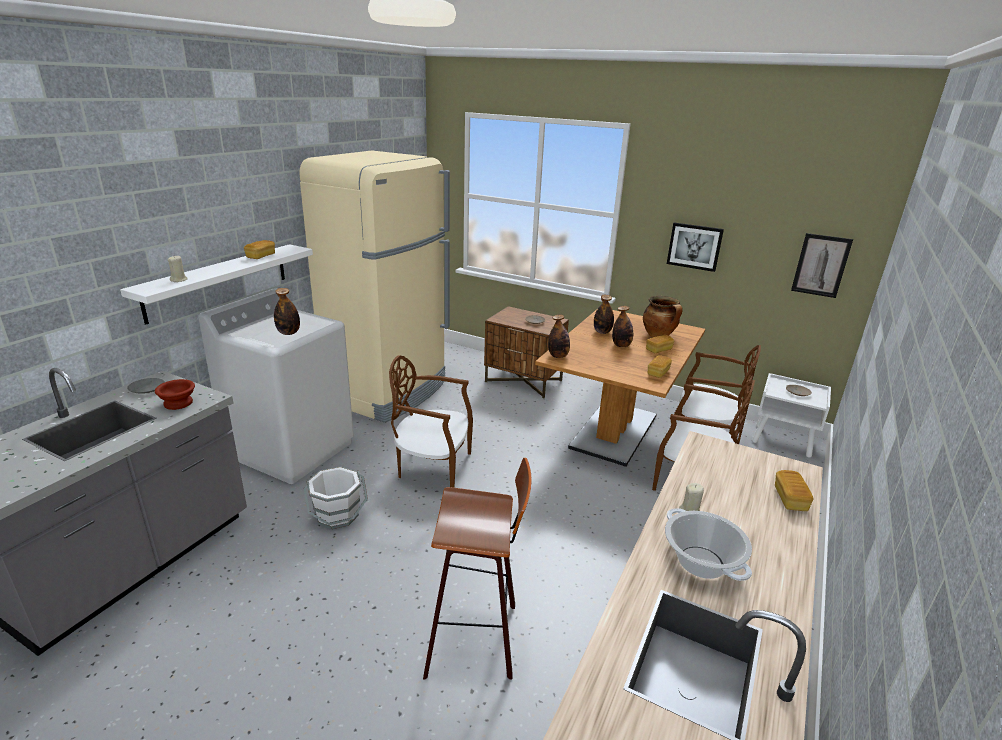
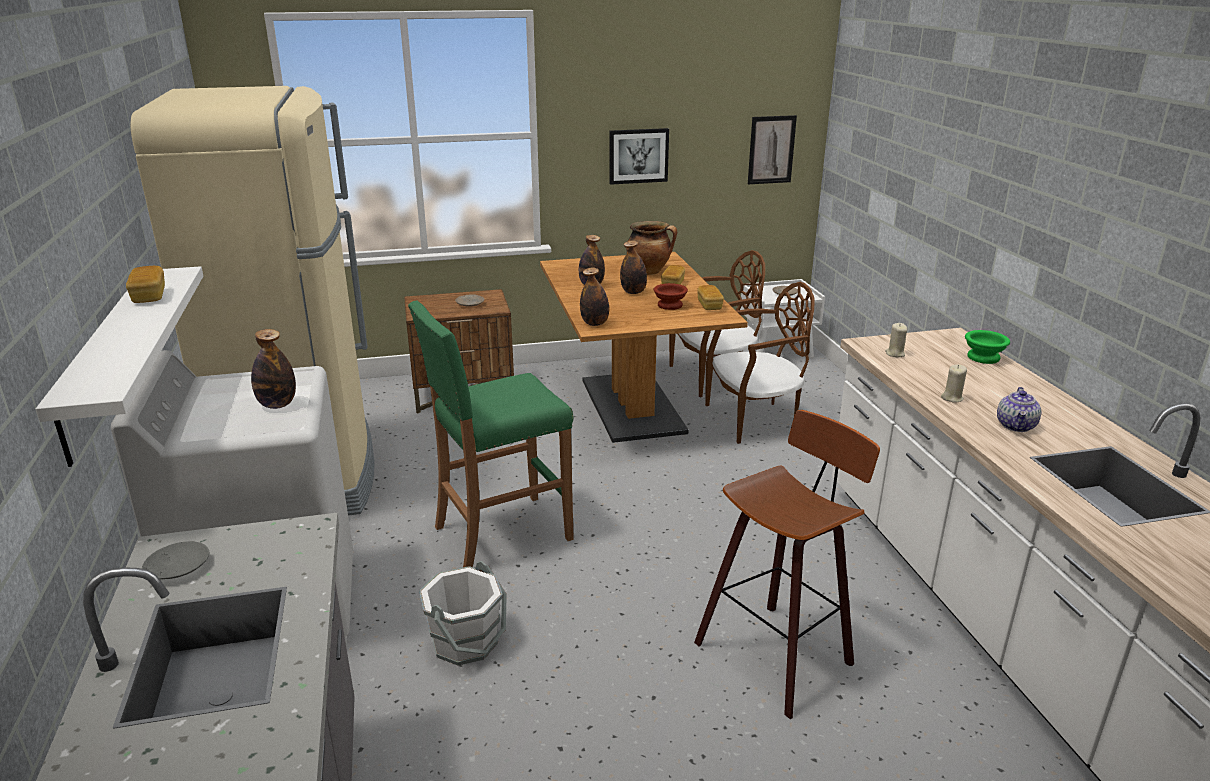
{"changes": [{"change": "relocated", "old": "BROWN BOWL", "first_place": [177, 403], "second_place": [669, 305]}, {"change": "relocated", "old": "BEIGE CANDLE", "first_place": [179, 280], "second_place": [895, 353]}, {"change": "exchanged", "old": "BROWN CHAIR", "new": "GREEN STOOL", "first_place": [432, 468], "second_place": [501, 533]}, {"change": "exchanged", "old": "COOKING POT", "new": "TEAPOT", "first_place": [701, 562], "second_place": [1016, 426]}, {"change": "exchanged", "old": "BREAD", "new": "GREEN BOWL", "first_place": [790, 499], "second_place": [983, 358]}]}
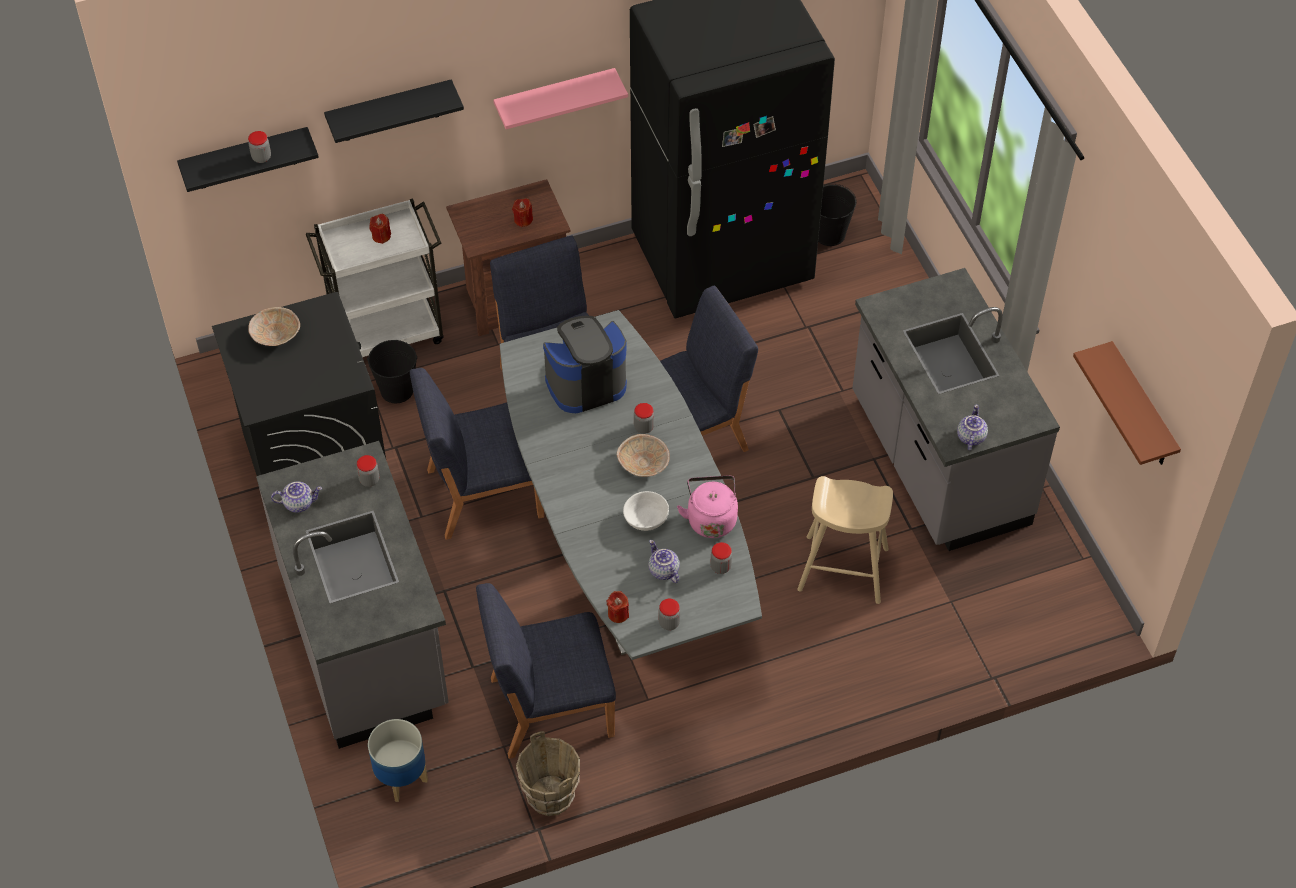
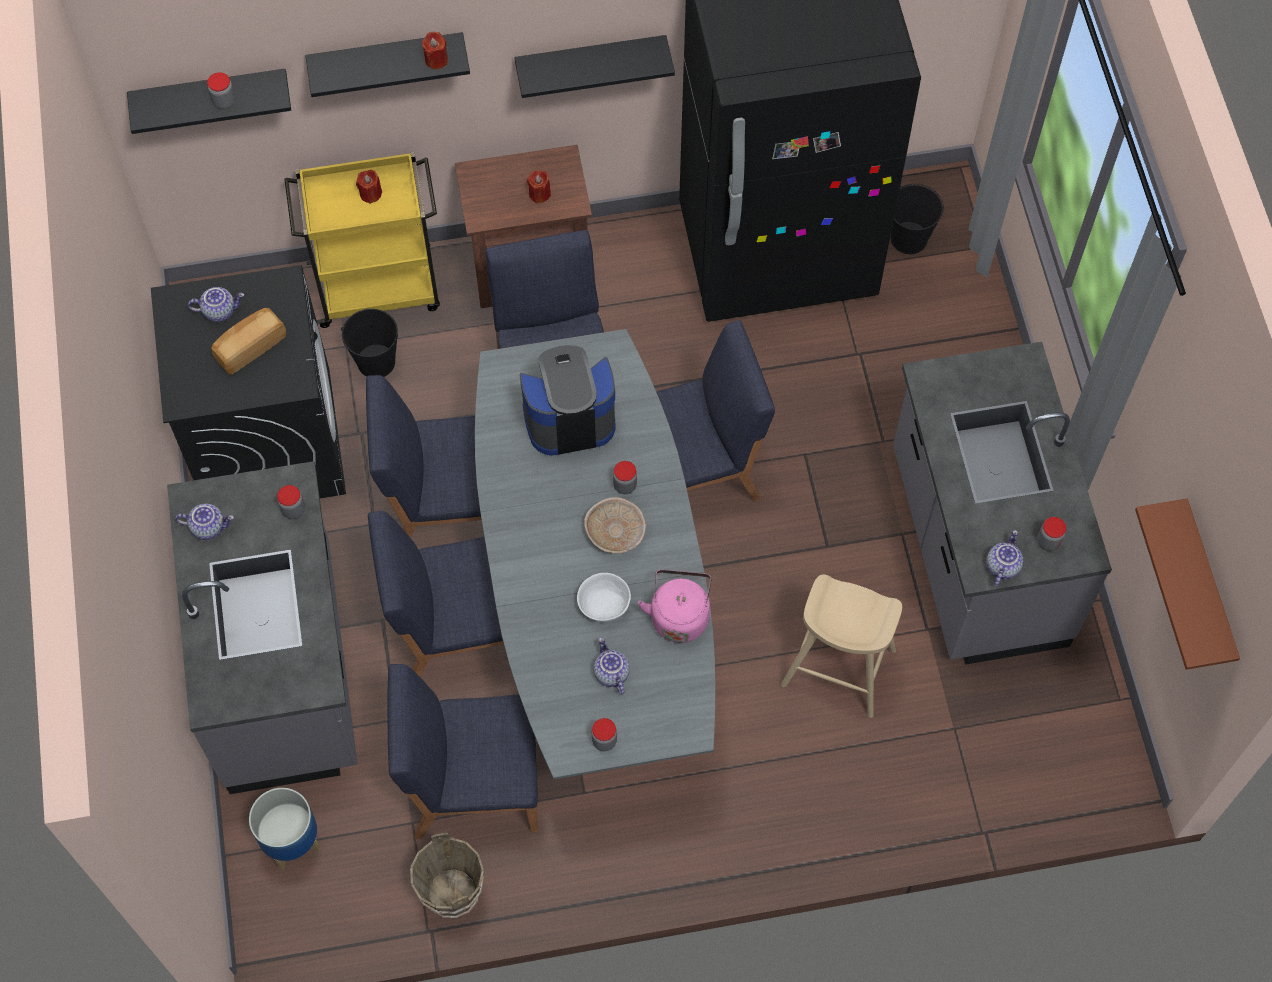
{"changes": [{"change": "exchanged", "old": "BEIGE BOWL", "new": "TEAPOT", "first_place": [275, 335], "second_place": [219, 310]}, {"change": "colour", "old": "WHITE CART", "new": "YELLOW CART", "first_place": [387, 332], "second_place": [379, 287]}, {"change": "colour", "old": "PINK SHELF", "new": "BLACK SHELF", "first_place": [555, 99], "second_place": [591, 62]}, {"change": "relocated", "old": "RED CANDLE", "first_place": [618, 614], "second_place": [436, 60]}, {"change": "relocated", "old": "JAR", "first_place": [720, 567], "second_place": [1048, 541]}, {"change": "appeared", "new": "BREAD", "second_place": [250, 347]}, {"change": "appeared", "new": "BLUE CHAIR", "second_place": [457, 630]}]}
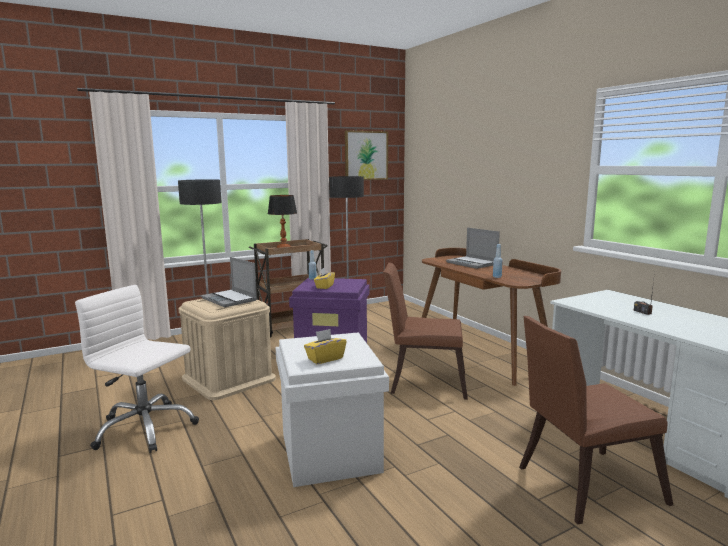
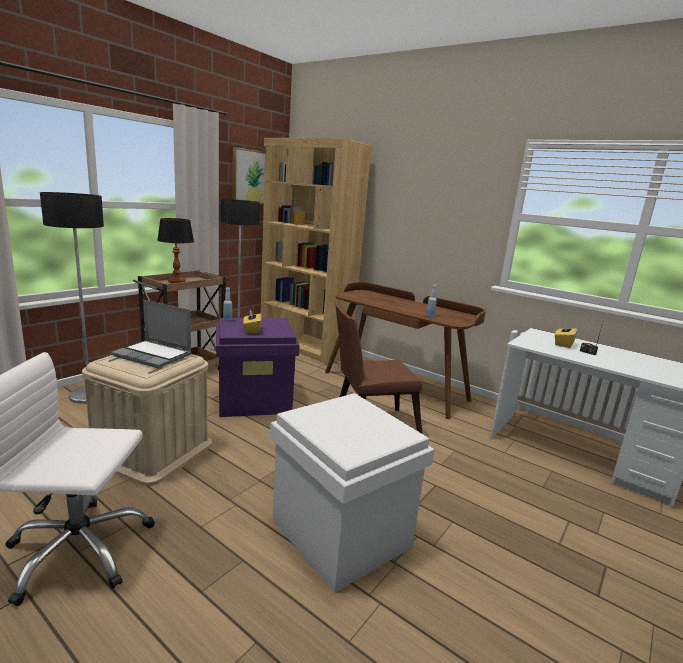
{"changes": [{"change": "relocated", "old": "YELLOW TISSUE BOX", "first_place": [325, 358], "second_place": [563, 344]}, {"change": "missing", "old": "LAPTOP", "first_place": [473, 263]}, {"change": "missing", "old": "BROWN CHAIR", "first_place": [581, 485]}, {"change": "appeared", "new": "BROWN BOOKCASE", "second_place": [304, 346]}]}
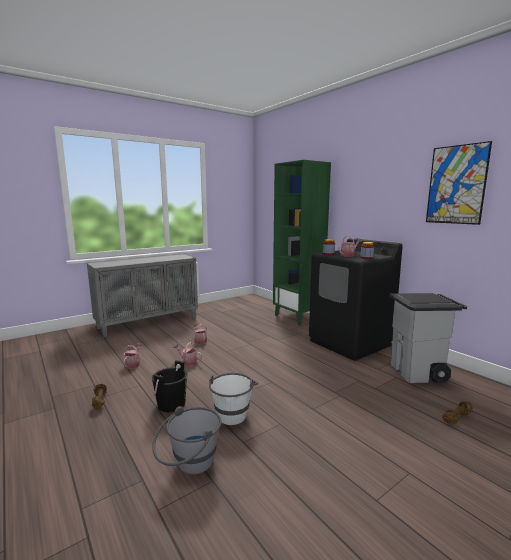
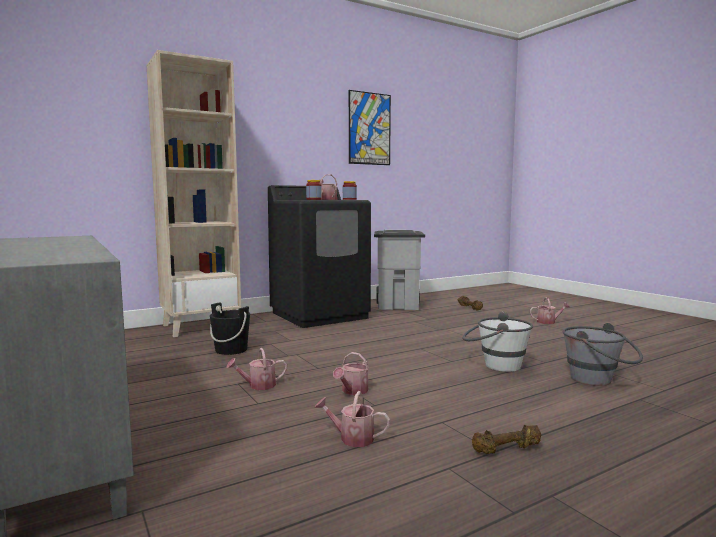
{"changes": [{"change": "relocated", "old": "BLACK BUCKET", "first_place": [171, 404], "second_place": [231, 350]}, {"change": "colour", "old": "GREEN BOOKCASE", "new": "BEIGE BOOKCASE", "first_place": [298, 317], "second_place": [201, 326]}, {"change": "appeared", "new": "WATERING CAN", "second_place": [548, 322]}]}
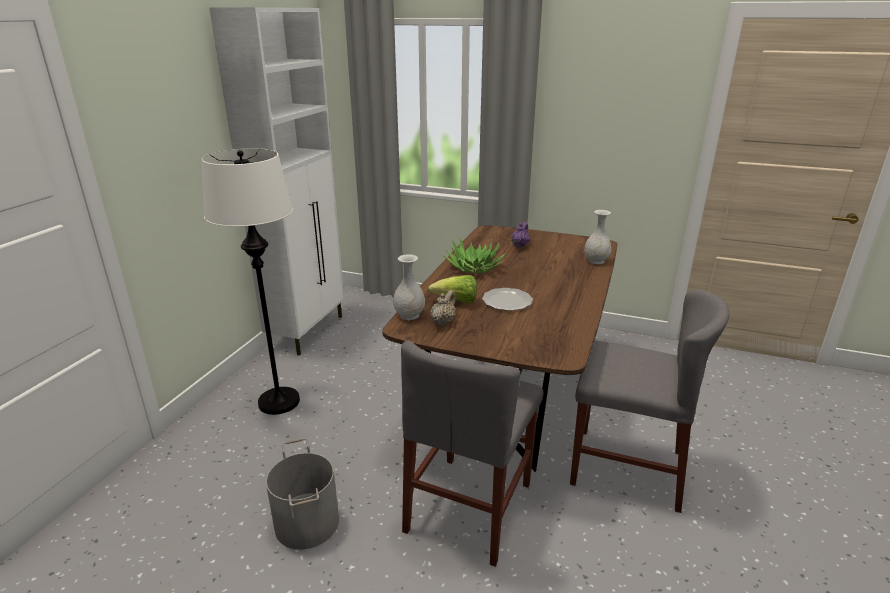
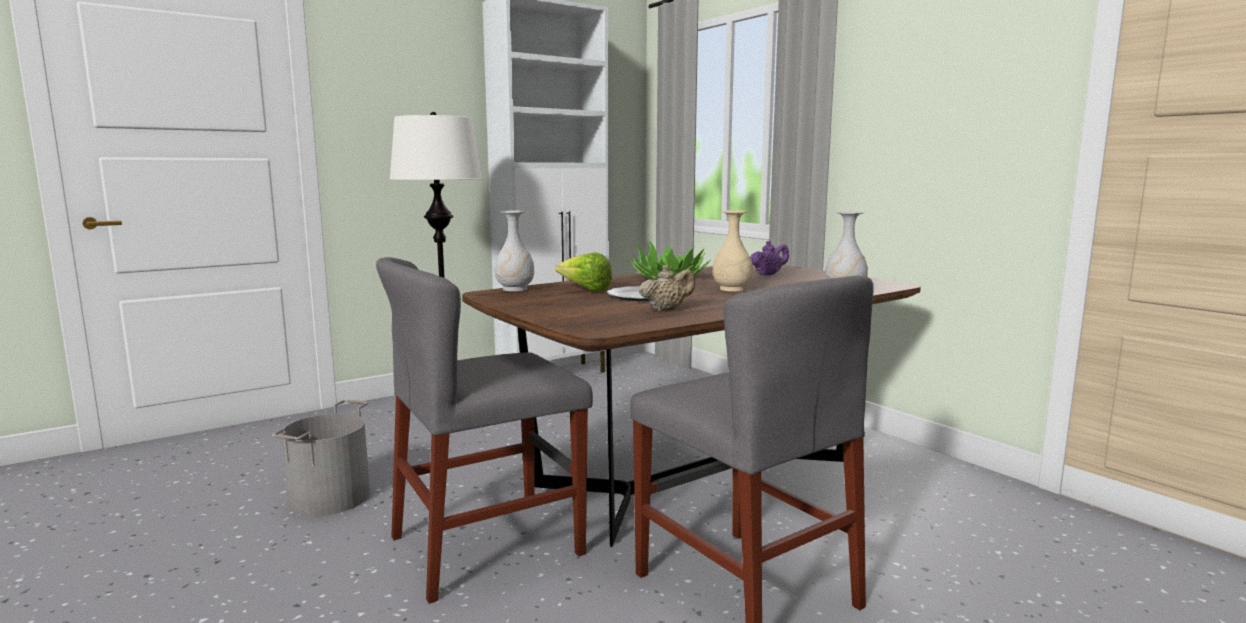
{"changes": [{"change": "relocated", "old": "BEIGE TEAPOT", "first_place": [443, 321], "second_place": [666, 309]}, {"change": "appeared", "new": "BEIGE VASE", "second_place": [731, 289]}]}
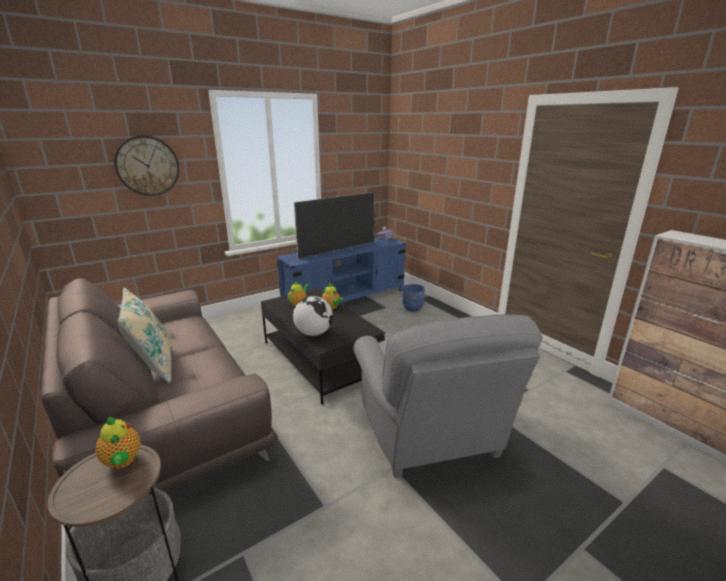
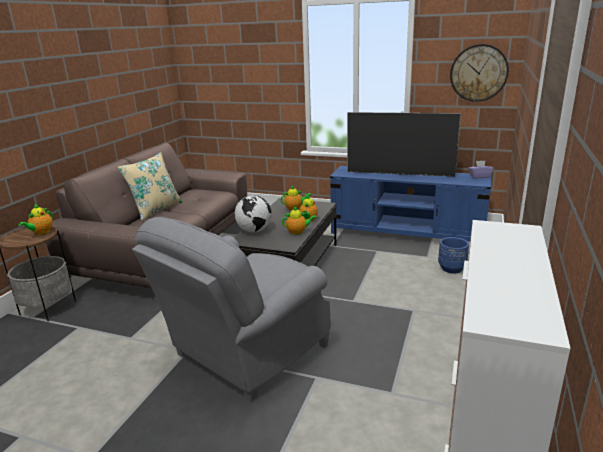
{"changes": [{"change": "relocated", "old": "WALL CLOCK", "first_place": [147, 166], "second_place": [478, 73]}, {"change": "appeared", "new": "TEAPOT", "second_place": [298, 232]}]}
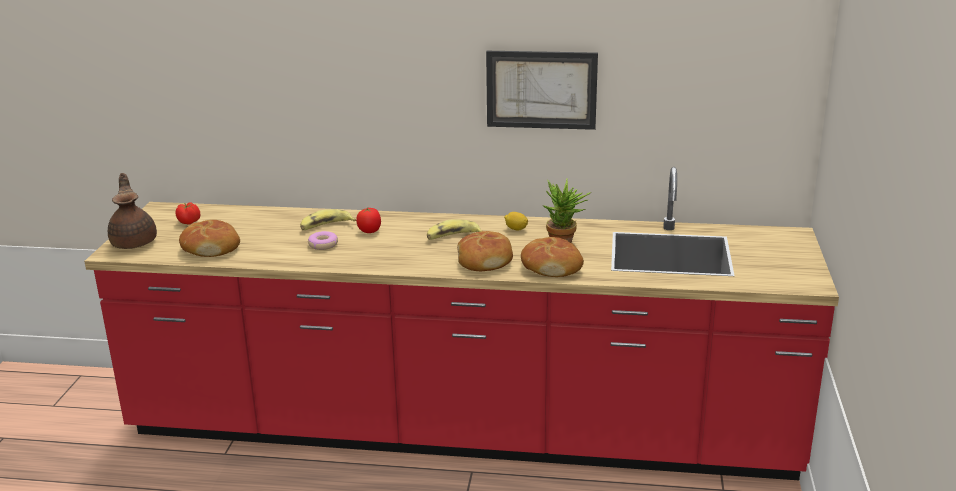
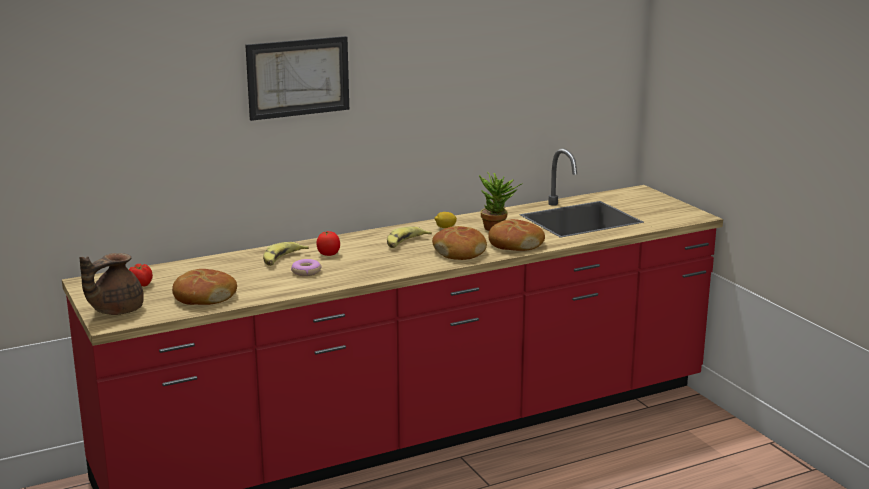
{"changes": [{"change": "spun", "old": "BROWN TEAPOT", "first_place": [134, 242], "second_place": [115, 310], "degrees": -90}, {"change": "relocated", "old": "PICTURE", "first_place": [541, 89], "second_place": [298, 77]}]}
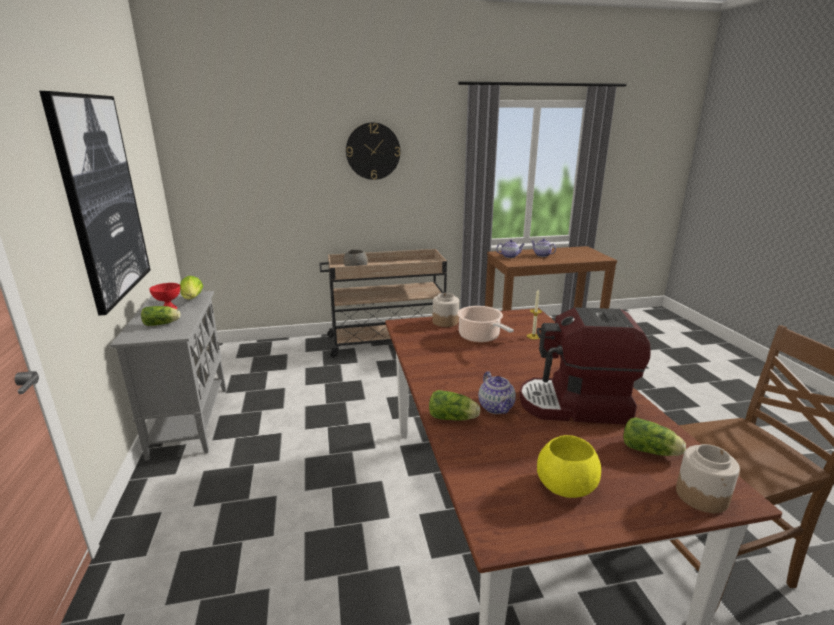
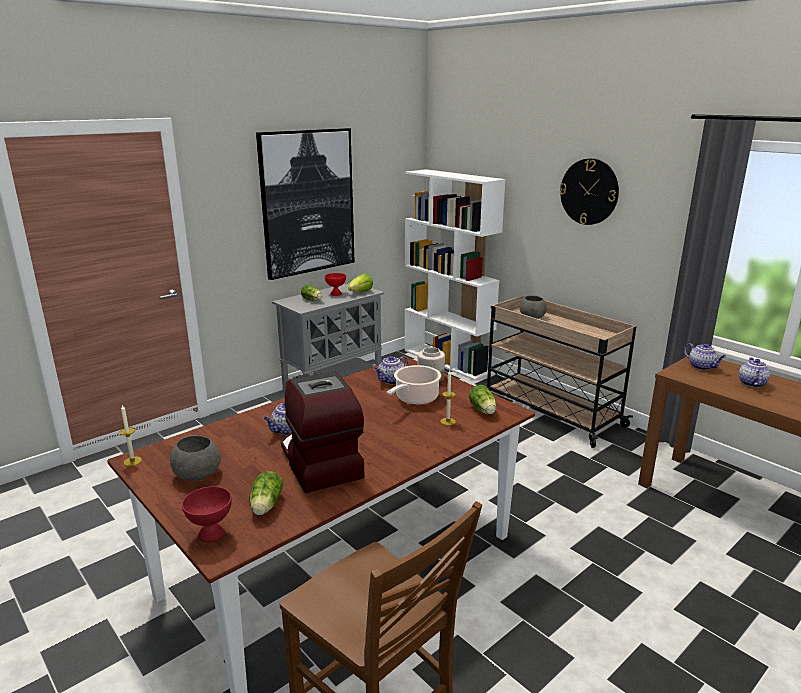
{"changes": [{"change": "relocated", "old": "LETTUCE", "first_place": [454, 418], "second_place": [483, 410]}, {"change": "colour", "old": "YELLOW BOWL", "new": "GREY BOWL", "first_place": [565, 485], "second_place": [196, 473]}, {"change": "exchanged", "old": "JAR", "new": "RED BOWL", "first_place": [702, 496], "second_place": [212, 534]}, {"change": "appeared", "new": "CANDLE", "second_place": [132, 461]}, {"change": "appeared", "new": "TEAPOT", "second_place": [391, 381]}, {"change": "appeared", "new": "WHITE BOOKCASE", "second_place": [448, 361]}]}
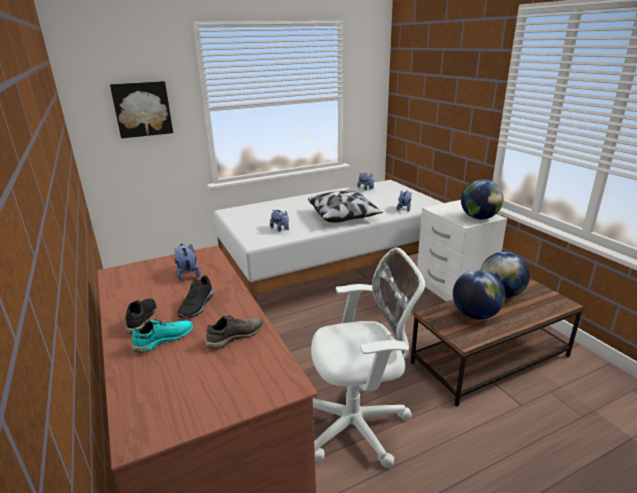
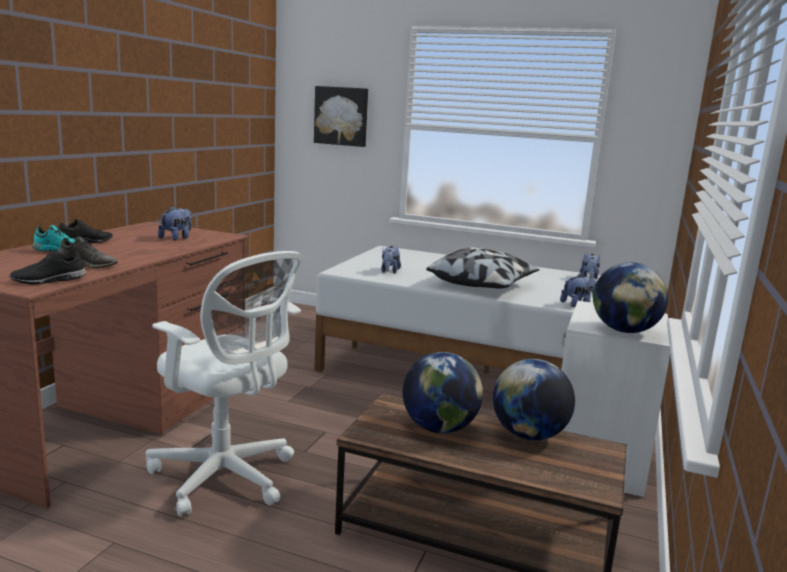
{"changes": [{"change": "relocated", "old": "BLACK SHOE", "first_place": [197, 306], "second_place": [49, 280]}]}
